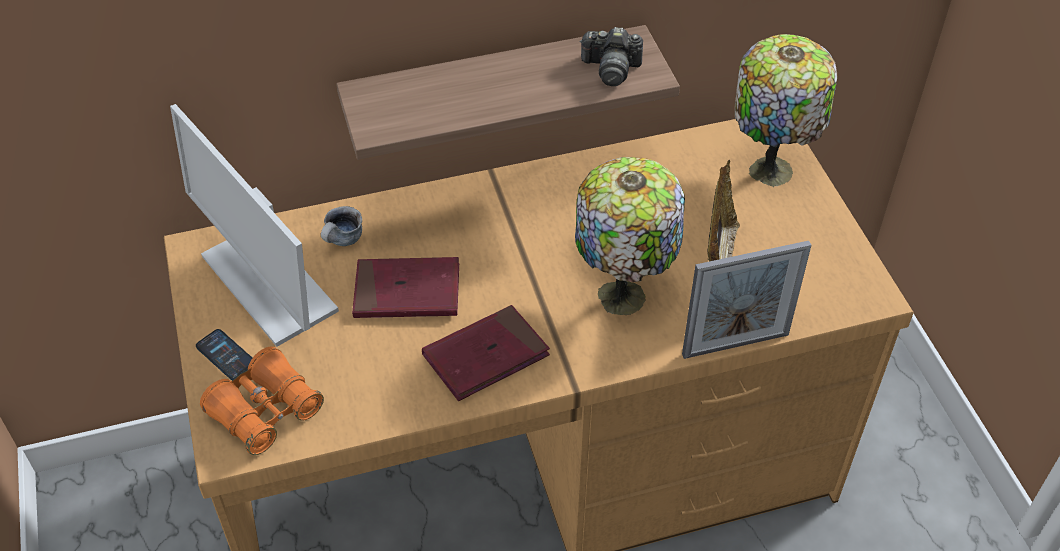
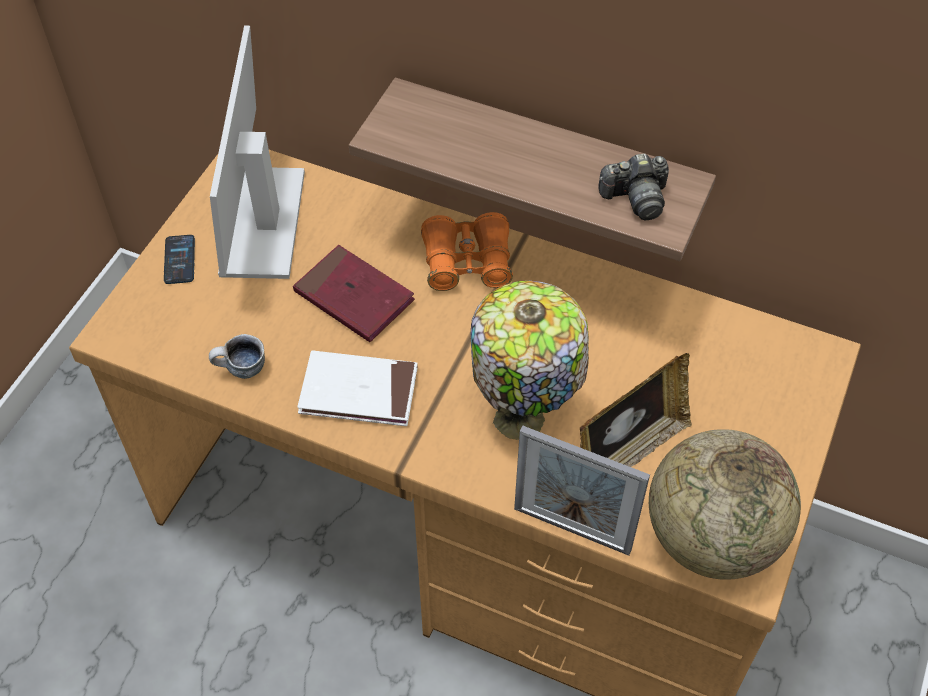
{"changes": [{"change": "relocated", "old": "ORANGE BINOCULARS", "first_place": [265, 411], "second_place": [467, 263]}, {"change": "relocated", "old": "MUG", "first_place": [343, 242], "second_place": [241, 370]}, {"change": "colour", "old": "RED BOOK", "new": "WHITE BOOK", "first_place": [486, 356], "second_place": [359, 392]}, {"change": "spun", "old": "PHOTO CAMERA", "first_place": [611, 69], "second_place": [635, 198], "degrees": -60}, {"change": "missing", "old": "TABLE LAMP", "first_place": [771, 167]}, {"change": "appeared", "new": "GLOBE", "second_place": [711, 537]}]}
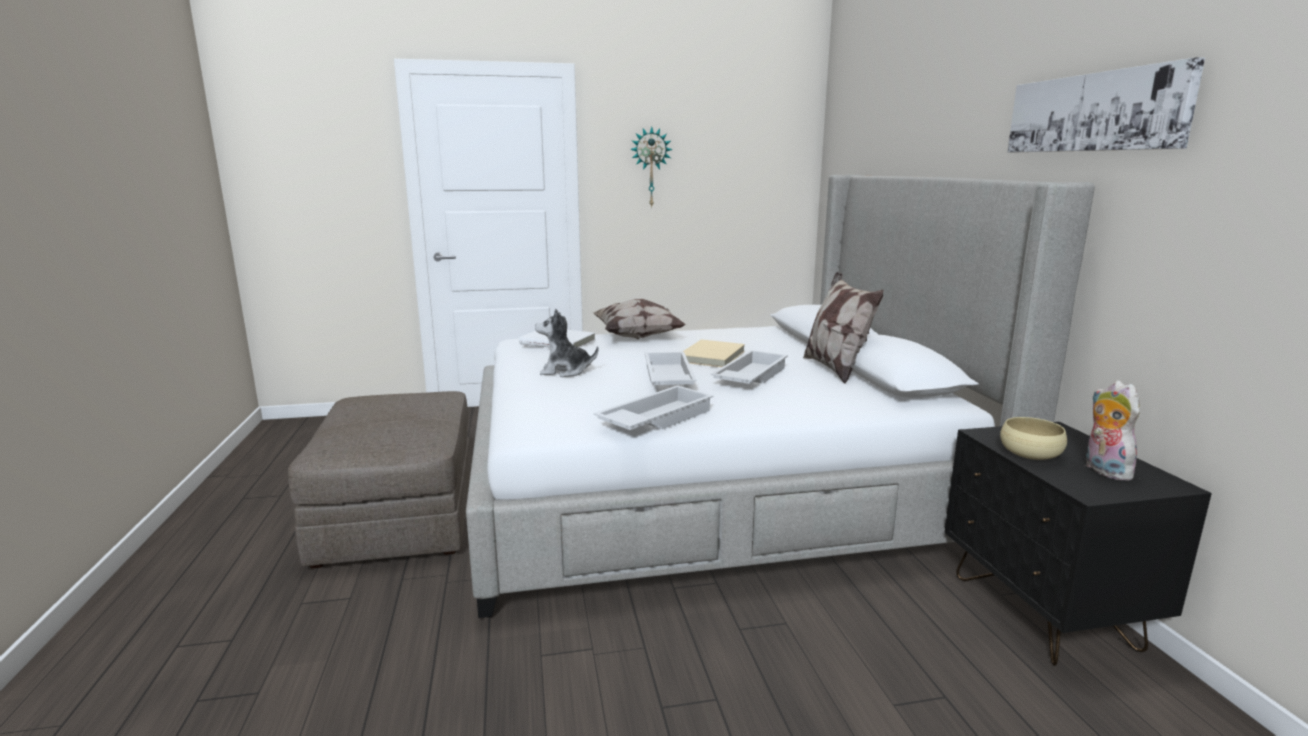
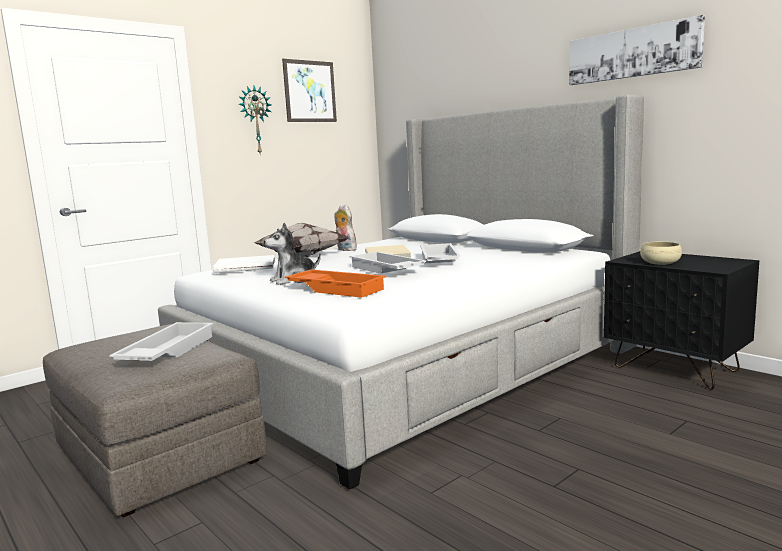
{"changes": [{"change": "relocated", "old": "WHITE TRAY", "first_place": [655, 419], "second_place": [166, 351]}, {"change": "missing", "old": "PILLOW", "first_place": [835, 369]}, {"change": "relocated", "old": "PLUSH TOY", "first_place": [1103, 470], "second_place": [345, 250]}, {"change": "appeared", "new": "PICTURE", "second_place": [310, 91]}, {"change": "appeared", "new": "ORANGE TRAY", "second_place": [337, 289]}]}
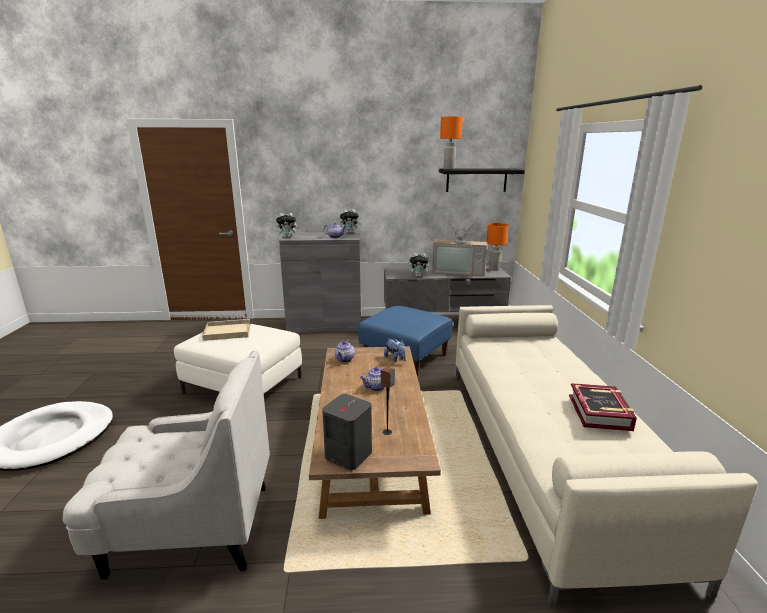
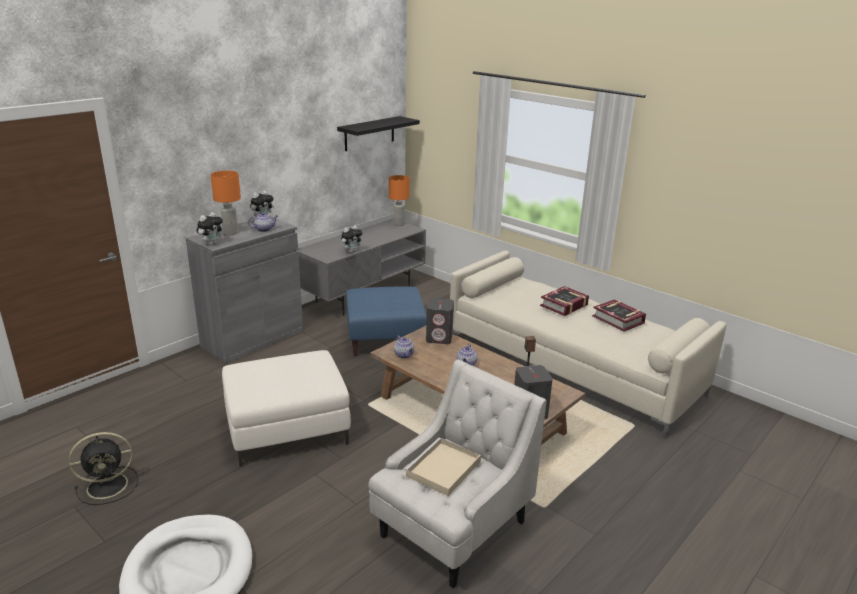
{"changes": [{"change": "relocated", "old": "BEIGE TRAY", "first_place": [226, 332], "second_place": [443, 470]}, {"change": "exchanged", "old": "PLUSH TOY", "new": "GREY SPEAKER", "first_place": [395, 359], "second_place": [439, 338]}, {"change": "missing", "old": "TELEVISION", "first_place": [459, 271]}, {"change": "relocated", "old": "ORANGE TABLE LAMP", "first_place": [449, 169], "second_place": [230, 233]}, {"change": "appeared", "new": "BLACK FAN", "second_place": [109, 485]}, {"change": "appeared", "new": "BOOK", "second_place": [564, 305]}]}
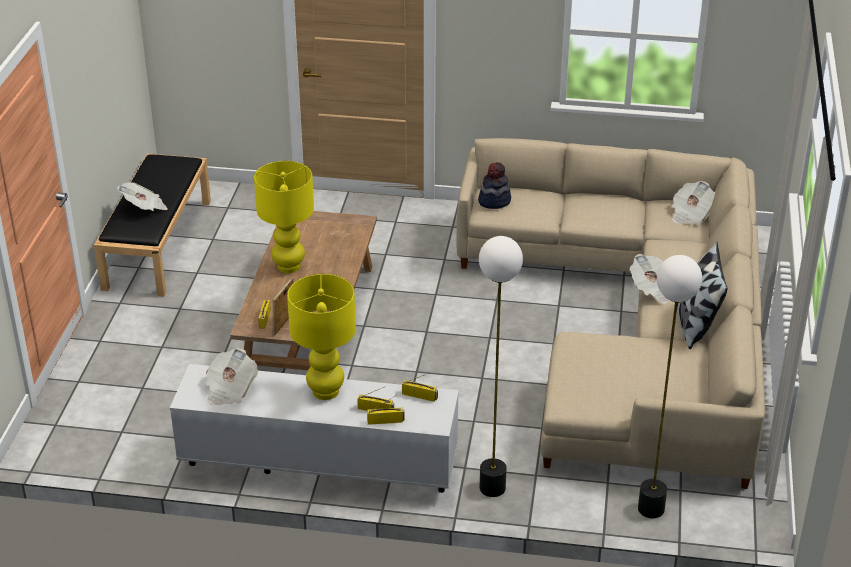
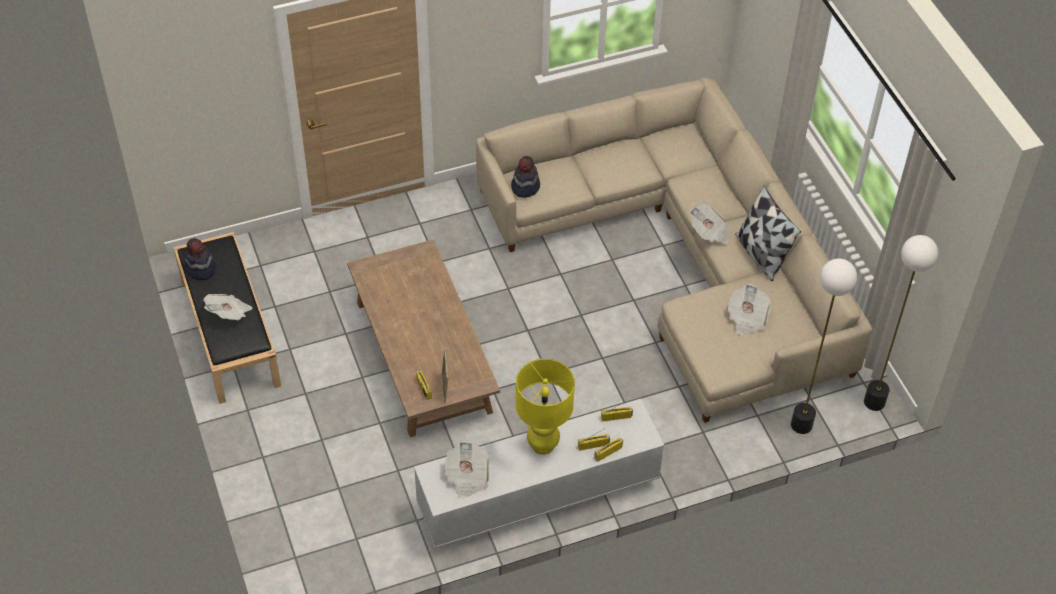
{"changes": [{"change": "missing", "old": "YELLOW TABLE LAMP", "first_place": [288, 266]}, {"change": "relocated", "old": "FLOOR LAMP", "first_place": [493, 488], "second_place": [874, 402]}, {"change": "relocated", "old": "NEWSPAPER", "first_place": [691, 214], "second_place": [747, 318]}, {"change": "appeared", "new": "HAT", "second_place": [200, 269]}]}
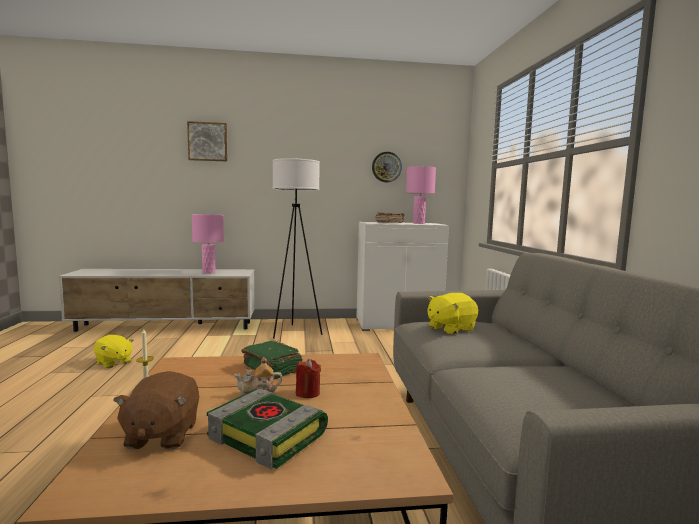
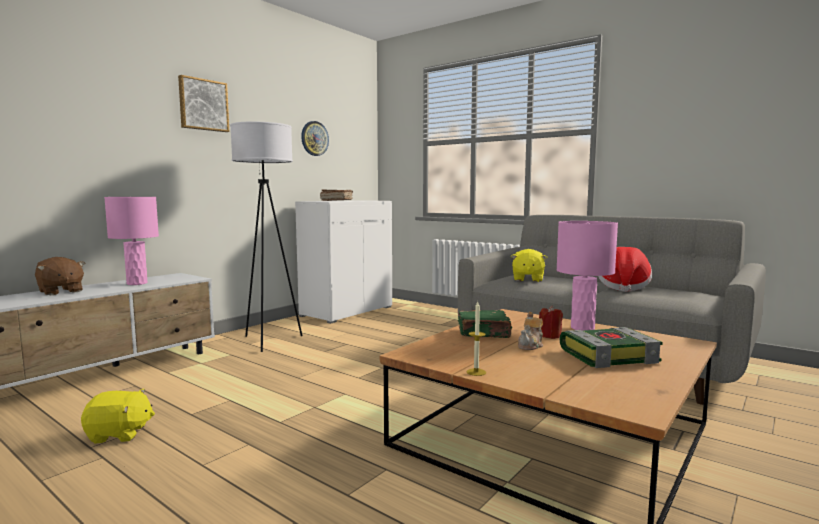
{"changes": [{"change": "relocated", "old": "BROWN PLUSH TOY", "first_place": [161, 435], "second_place": [60, 291]}, {"change": "relocated", "old": "PICTURE", "first_place": [208, 142], "second_place": [203, 105]}, {"change": "relocated", "old": "PINK TABLE LAMP", "first_place": [419, 223], "second_place": [582, 328]}, {"change": "appeared", "new": "HAT", "second_place": [623, 287]}]}
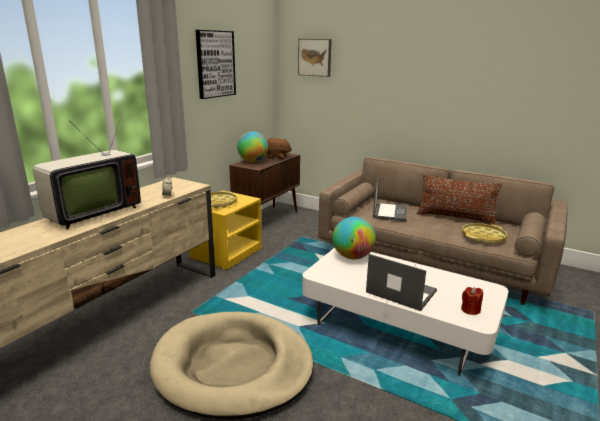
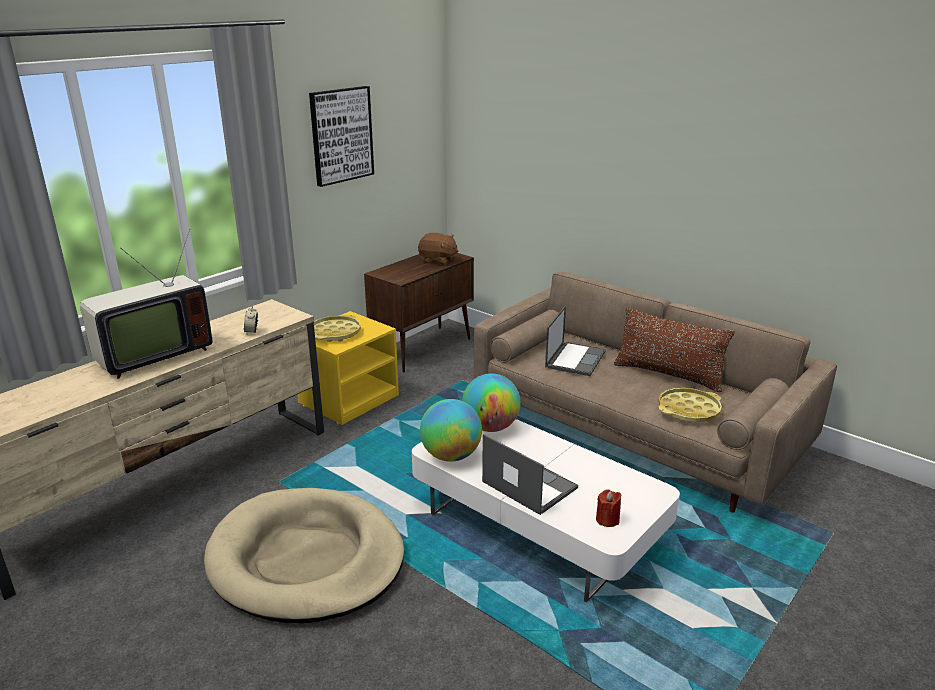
{"changes": [{"change": "relocated", "old": "GLOBE", "first_place": [253, 161], "second_place": [451, 455]}, {"change": "missing", "old": "PICTURE", "first_place": [315, 57]}]}
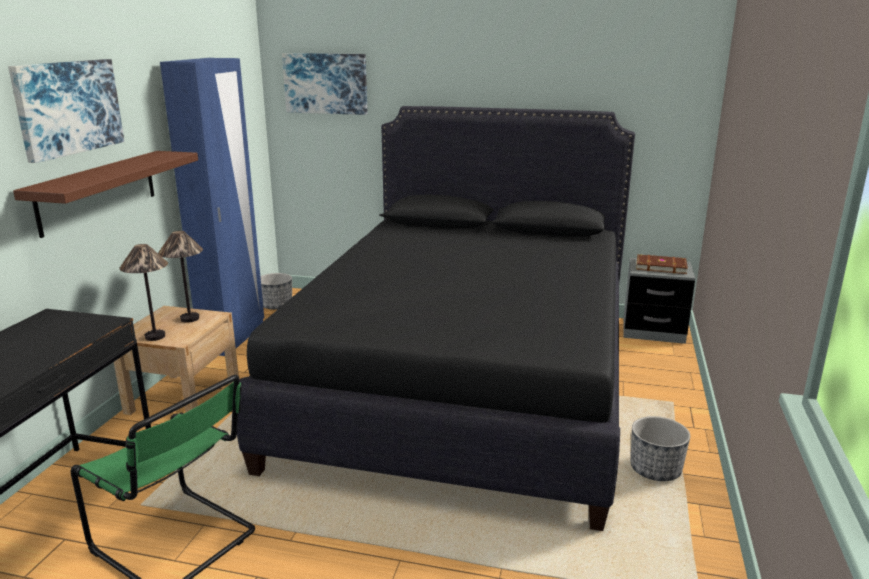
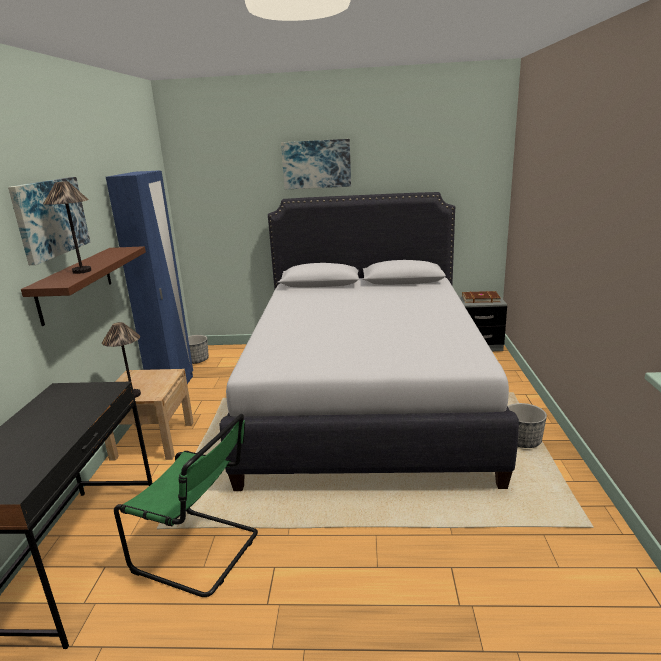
{"changes": [{"change": "relocated", "old": "TABLE LAMP", "first_place": [189, 318], "second_place": [81, 271]}, {"change": "colour", "old": "BLACK BED", "new": "WHITE BED", "first_place": [466, 381], "second_place": [364, 397]}, {"change": "relocated", "old": "PICTURE", "first_place": [326, 83], "second_place": [316, 164]}]}
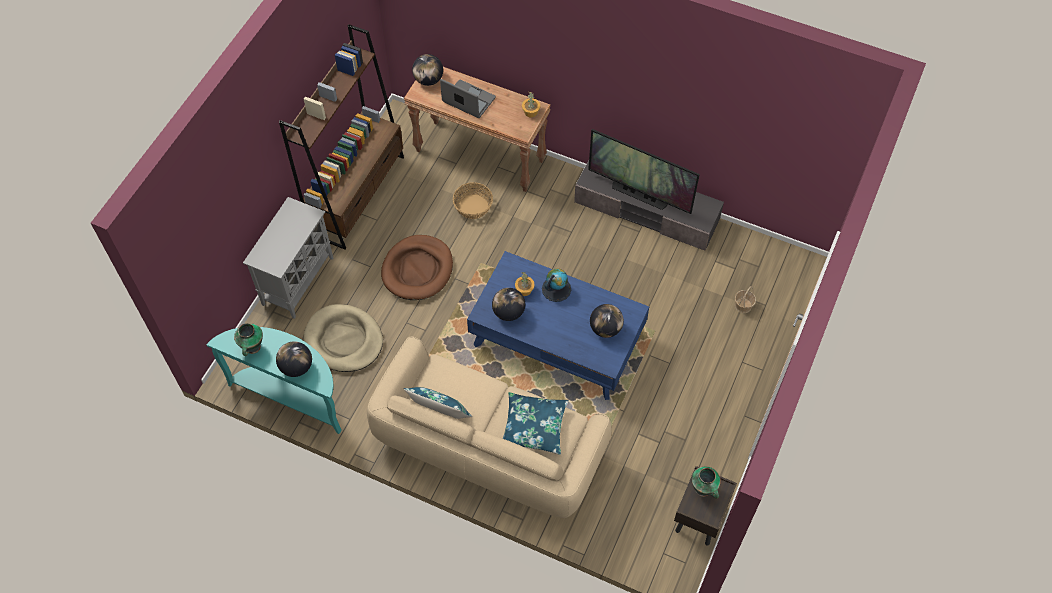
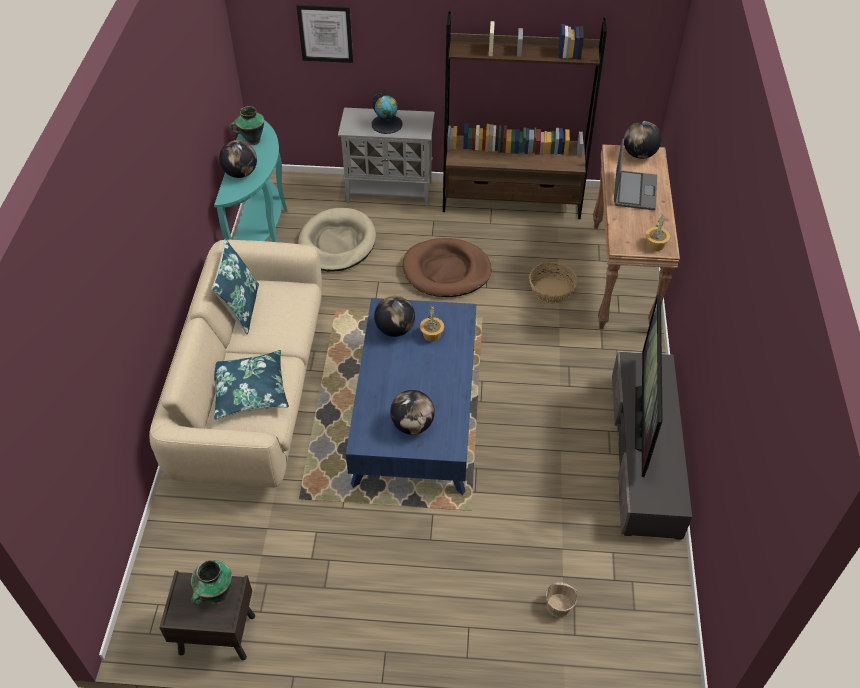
{"changes": [{"change": "relocated", "old": "GLOBE", "first_place": [556, 289], "second_place": [387, 124]}, {"change": "appeared", "new": "PICTURE", "second_place": [325, 33]}]}
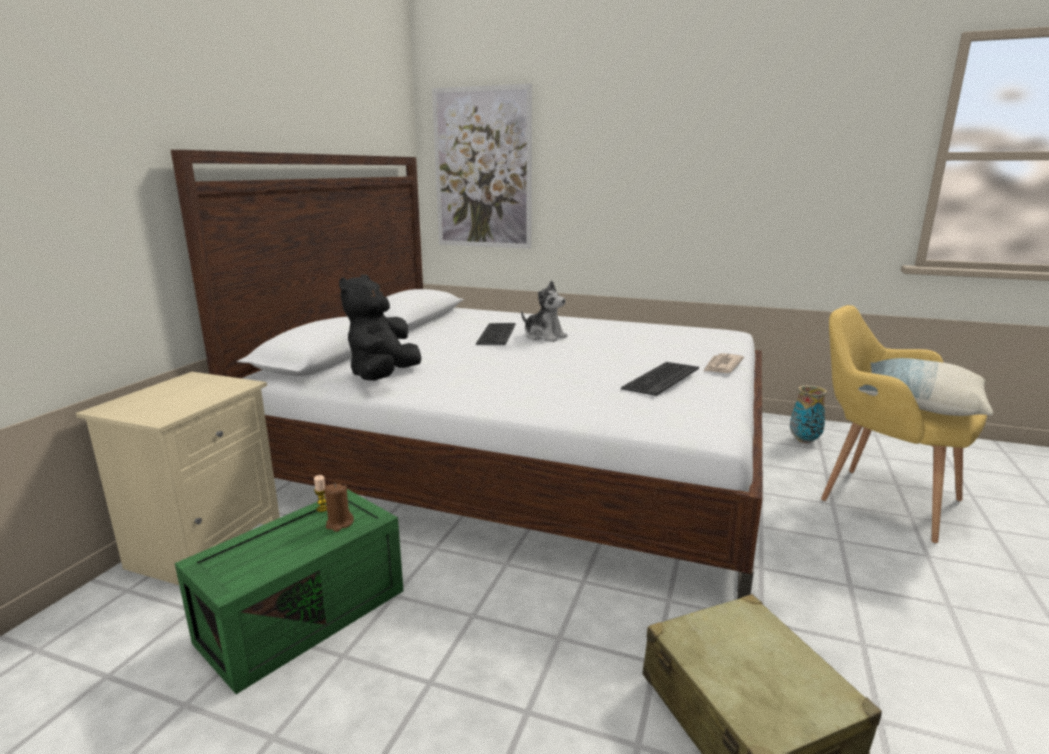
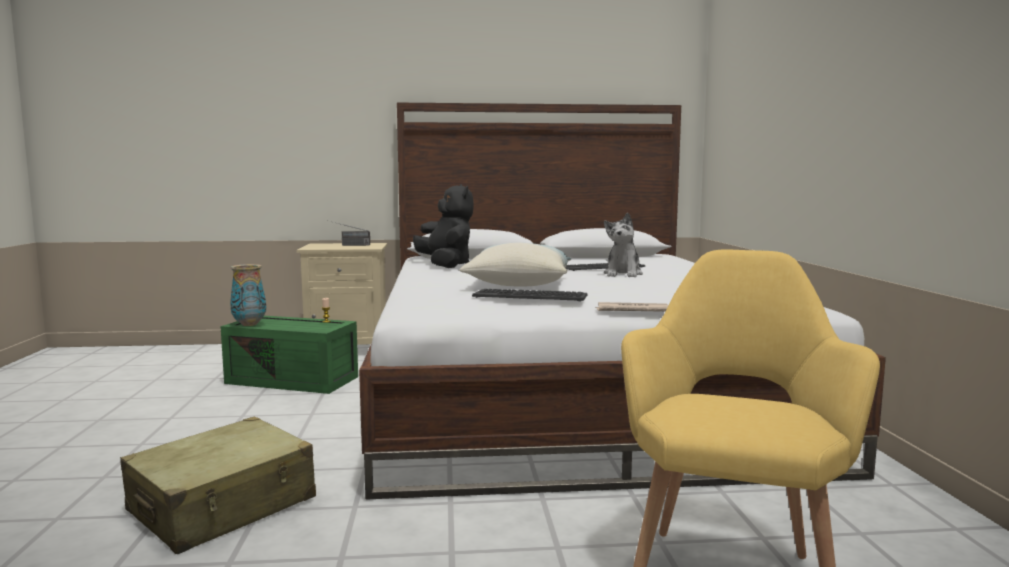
{"changes": [{"change": "missing", "old": "BROWN CANDLE", "first_place": [339, 524]}, {"change": "spun", "old": "BLACK PLUSH TOY", "first_place": [383, 377], "second_place": [446, 265], "degrees": 75}, {"change": "missing", "old": "PICTURE", "first_place": [482, 169]}, {"change": "relocated", "old": "VASE", "first_place": [804, 440], "second_place": [249, 324]}, {"change": "relocated", "old": "PILLOW", "first_place": [919, 405], "second_place": [518, 283]}, {"change": "appeared", "new": "RADIO", "second_place": [348, 245]}]}
